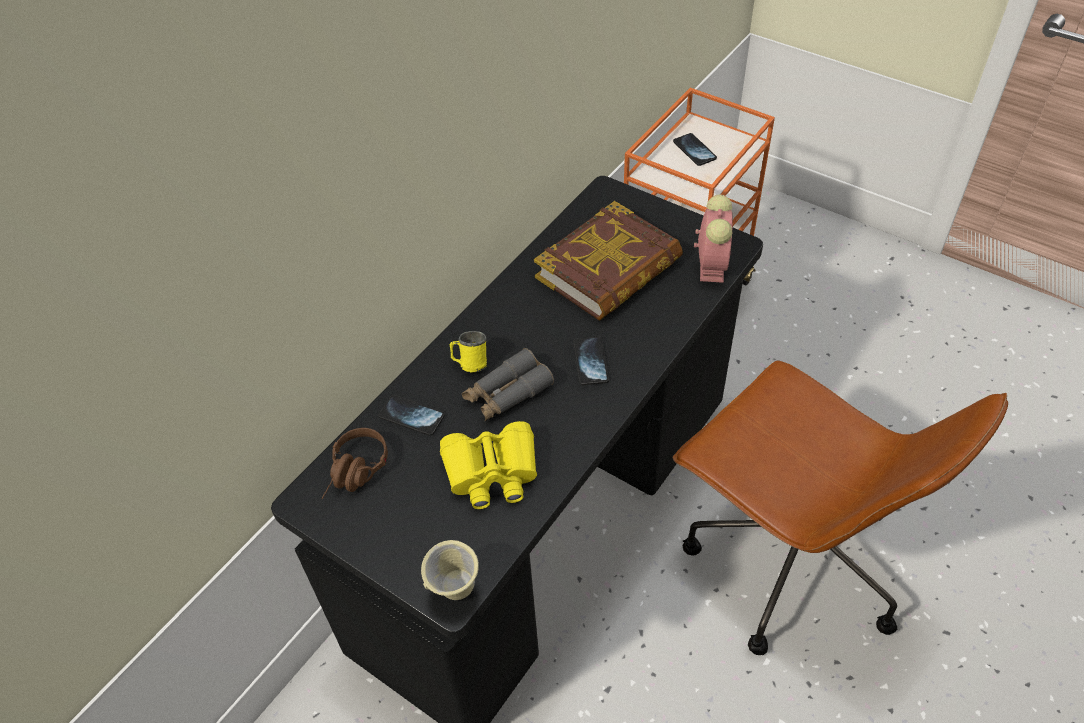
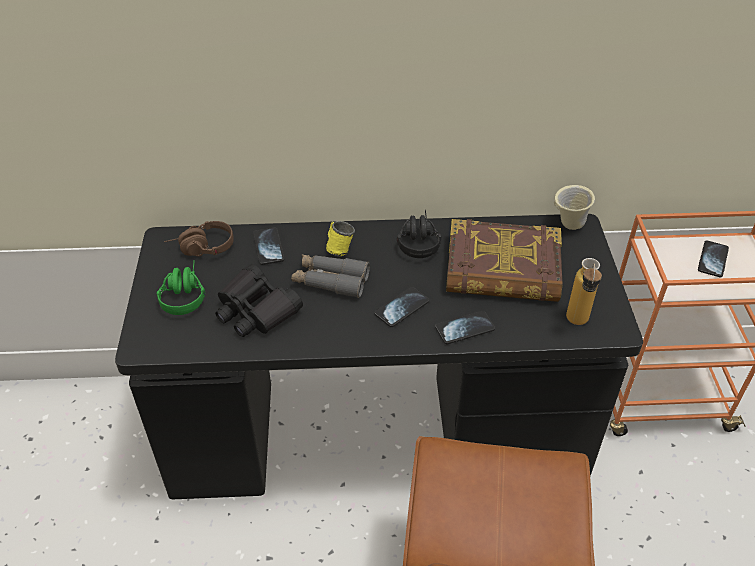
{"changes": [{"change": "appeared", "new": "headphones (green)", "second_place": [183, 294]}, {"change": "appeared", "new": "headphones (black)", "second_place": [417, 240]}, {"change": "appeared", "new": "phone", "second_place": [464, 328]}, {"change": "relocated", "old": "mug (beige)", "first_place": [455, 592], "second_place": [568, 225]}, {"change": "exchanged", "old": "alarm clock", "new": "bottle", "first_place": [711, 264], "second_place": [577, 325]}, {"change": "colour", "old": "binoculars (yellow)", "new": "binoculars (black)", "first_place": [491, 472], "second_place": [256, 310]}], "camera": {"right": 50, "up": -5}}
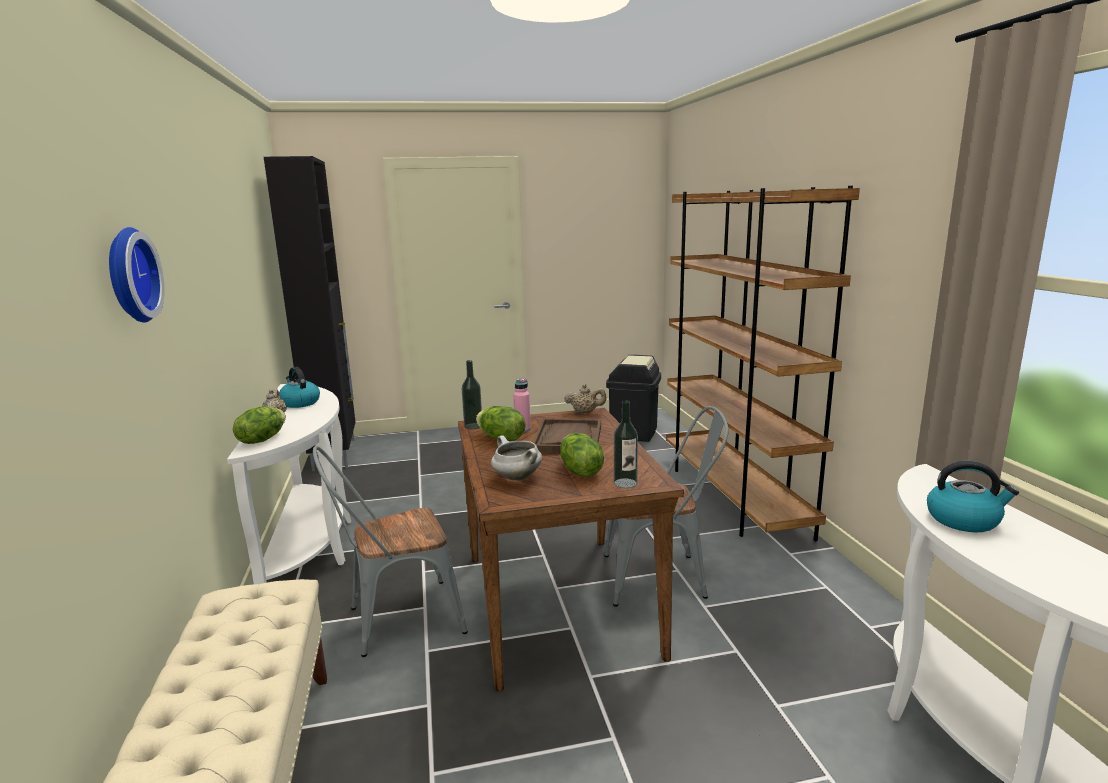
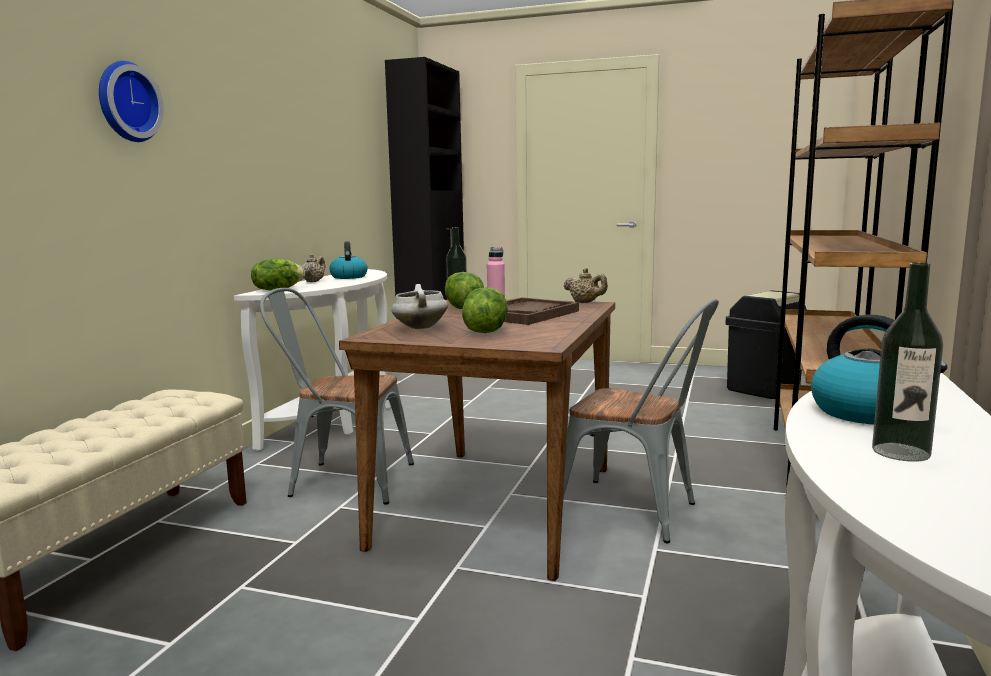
{"changes": [{"change": "relocated", "old": "bottle", "first_place": [625, 483], "second_place": [901, 452]}], "camera": {"right": 30, "up": -5}}
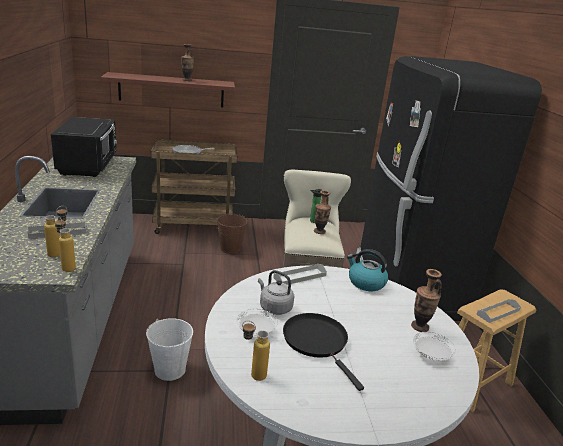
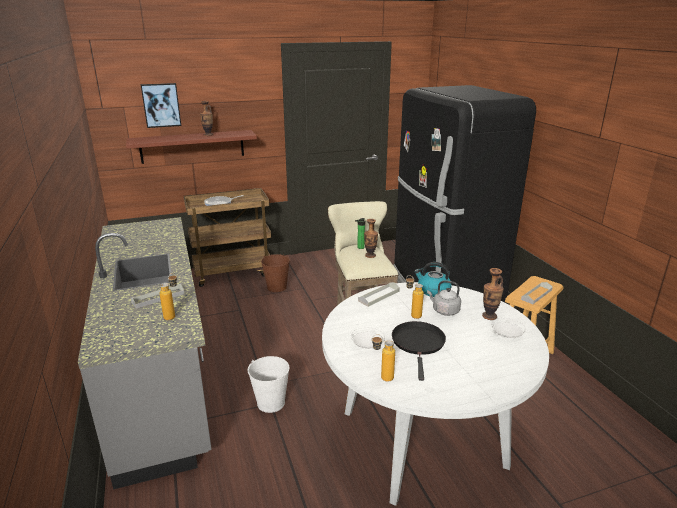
{"changes": [{"change": "missing", "old": "microwave (black)", "first_place": [89, 166]}, {"change": "appeared", "new": "picture", "second_place": [161, 105]}, {"change": "relocated", "old": "bottle", "first_place": [66, 266], "second_place": [412, 314]}, {"change": "relocated", "old": "kettle (grey)", "first_place": [274, 307], "second_place": [444, 311]}, {"change": "spun", "old": "frying pan (black)", "first_place": [317, 342], "second_place": [418, 344], "degrees": 45}], "camera": {"right": -10, "up": 0}}
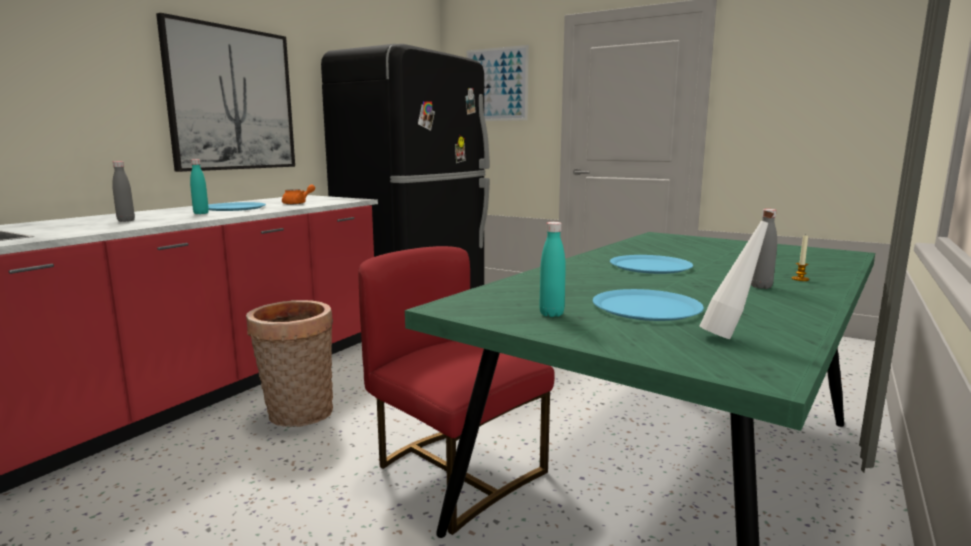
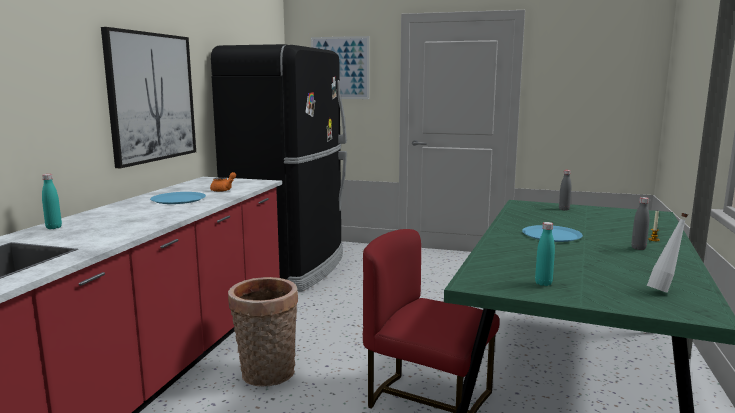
{"changes": [{"change": "missing", "old": "plate (blue)", "first_place": [646, 307]}, {"change": "relocated", "old": "bottle (grey)", "first_place": [126, 221], "second_place": [564, 209]}, {"change": "relocated", "old": "bottle (turquoise)", "first_place": [201, 213], "second_place": [54, 227]}], "camera": {"right": -15, "up": 0}}
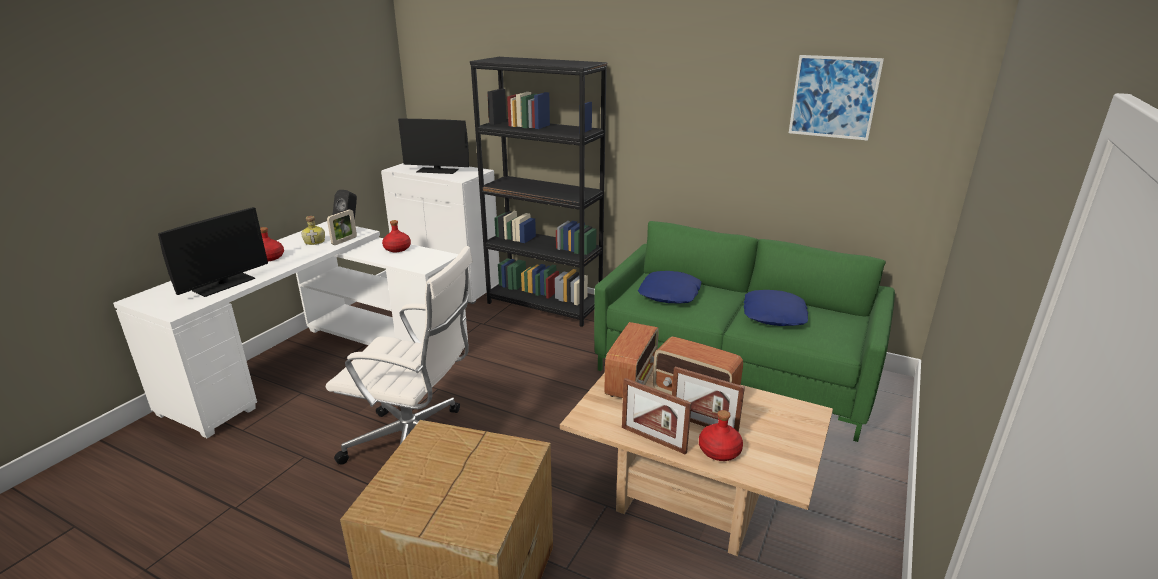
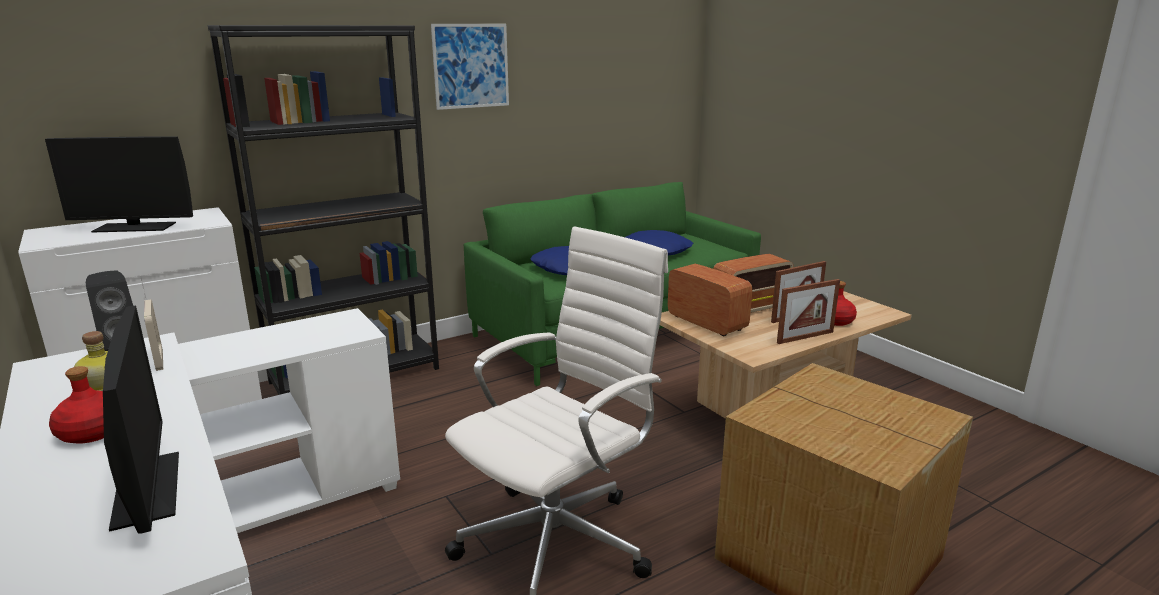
{"changes": [{"change": "missing", "old": "bottle (red)", "first_place": [397, 249]}, {"change": "relocated", "old": "picture", "first_place": [833, 97], "second_place": [471, 66]}, {"change": "spun", "old": "monitor", "first_place": [437, 170], "second_place": [134, 227], "degrees": 45}], "camera": {"right": -60, "up": -5}}
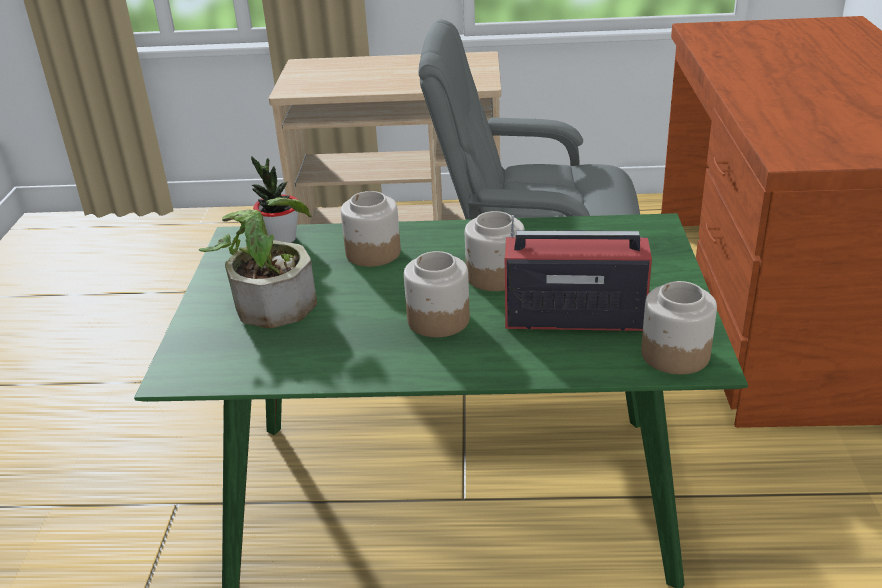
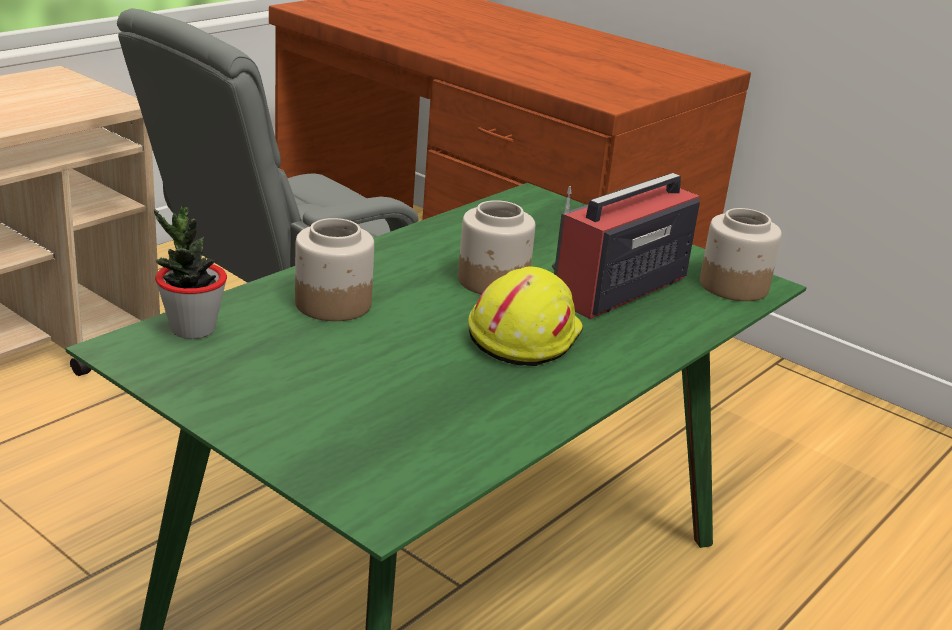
{"changes": [{"change": "missing", "old": "potted plant", "first_place": [271, 299]}, {"change": "exchanged", "old": "jar", "new": "hard hat (yellow)", "first_place": [437, 320], "second_place": [522, 336]}], "camera": {"right": -55, "up": -5}}
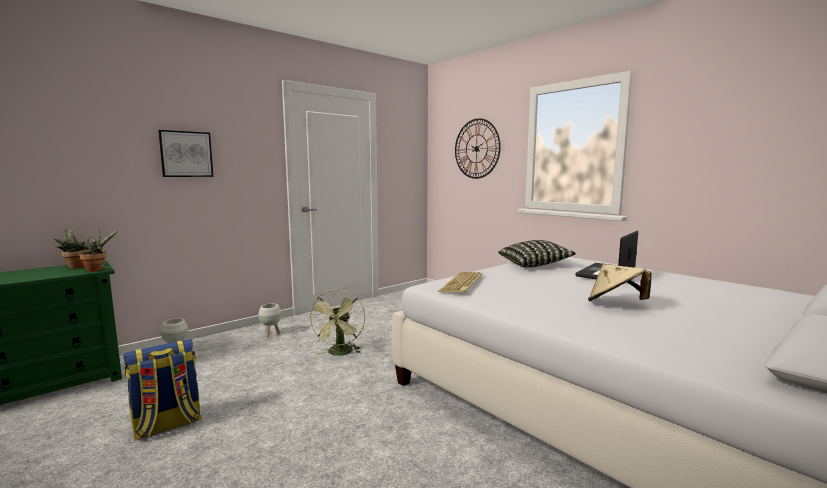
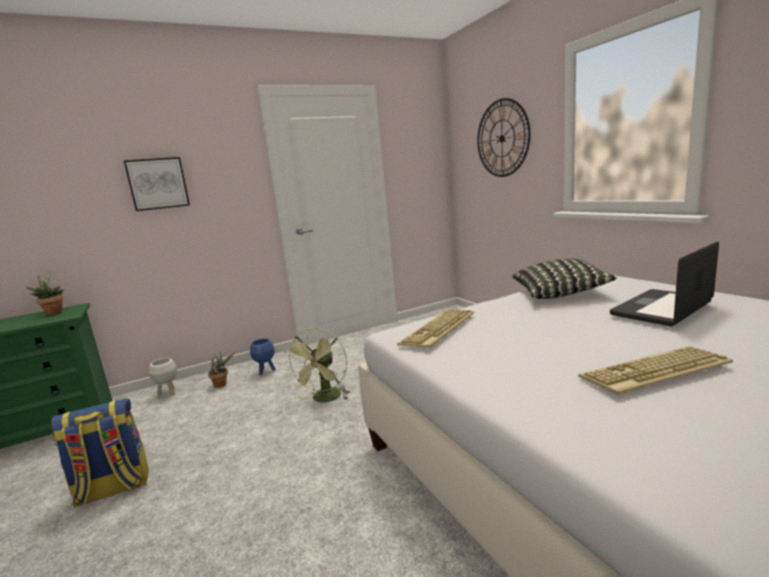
{"changes": [{"change": "relocated", "old": "potted plant", "first_place": [97, 270], "second_place": [222, 384]}, {"change": "exchanged", "old": "hat (beige)", "new": "keyboard", "first_place": [615, 303], "second_place": [655, 372]}, {"change": "colour", "old": "planter (white)", "new": "planter (blue)", "first_place": [271, 334], "second_place": [266, 371]}], "camera": {"right": 15, "up": 5}}
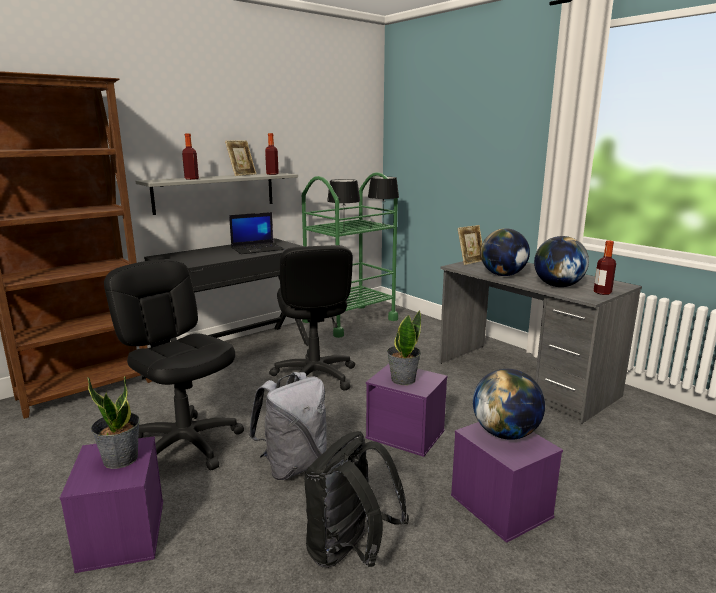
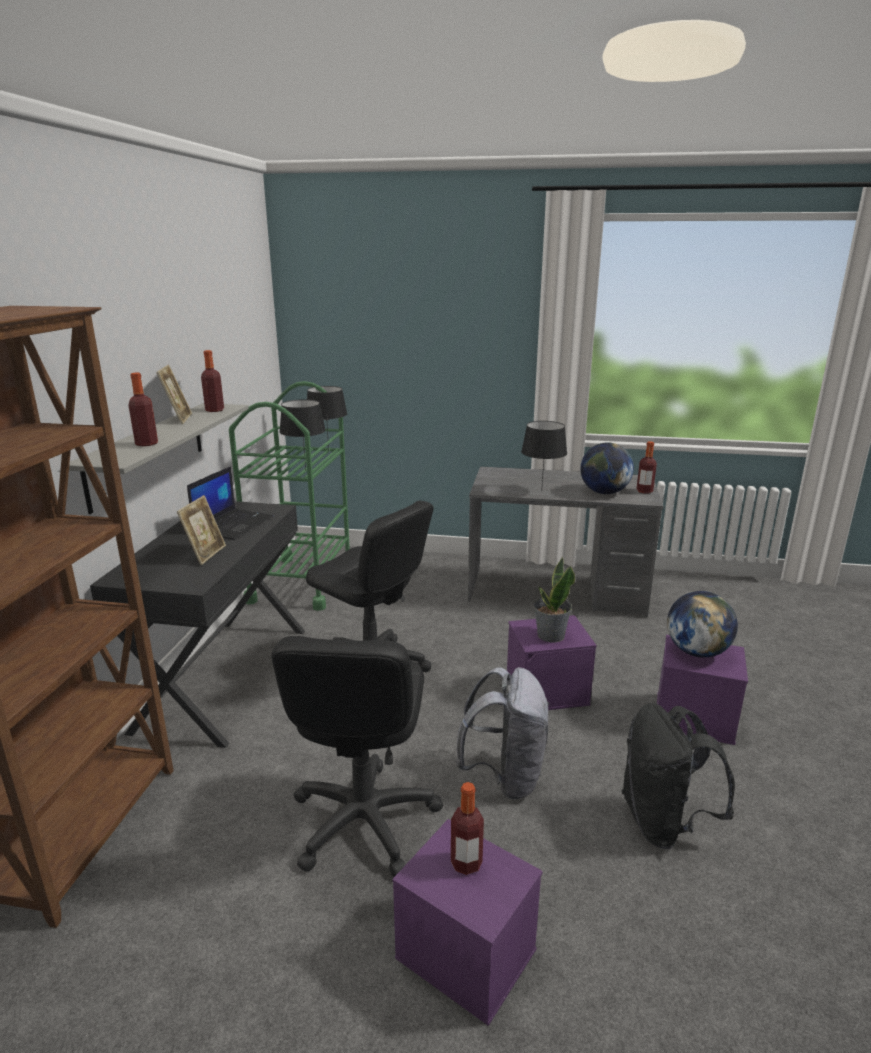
{"changes": [{"change": "relocated", "old": "picture frame", "first_place": [470, 261], "second_place": [206, 554]}, {"change": "exchanged", "old": "potted plant", "new": "bottle", "first_place": [120, 459], "second_place": [466, 863]}, {"change": "exchanged", "old": "globe", "new": "table lamp (black)", "first_place": [503, 275], "second_place": [542, 491]}, {"change": "spun", "old": "office chair (black)", "first_place": [186, 445], "second_place": [363, 821], "degrees": -90}], "camera": {"right": -40, "up": 5}}
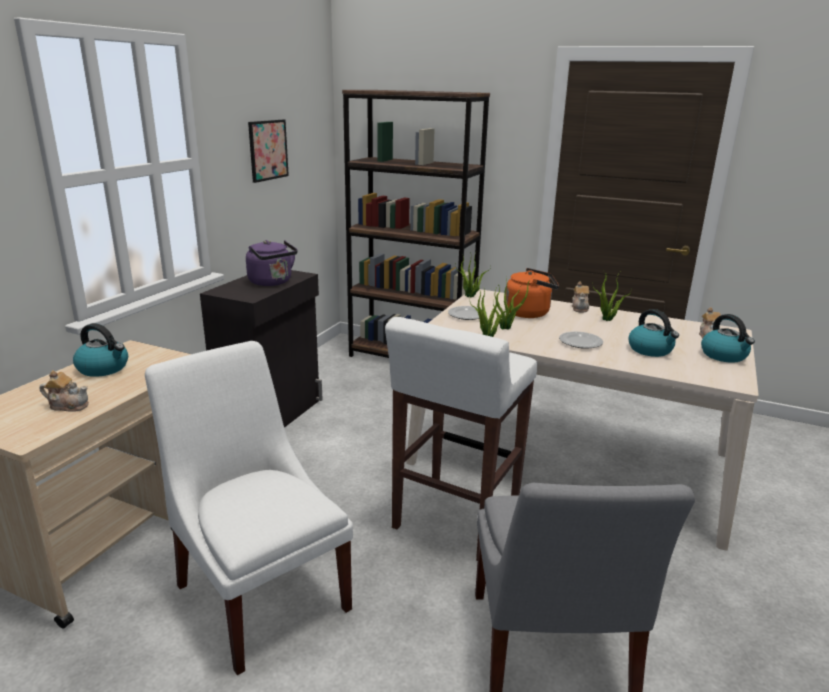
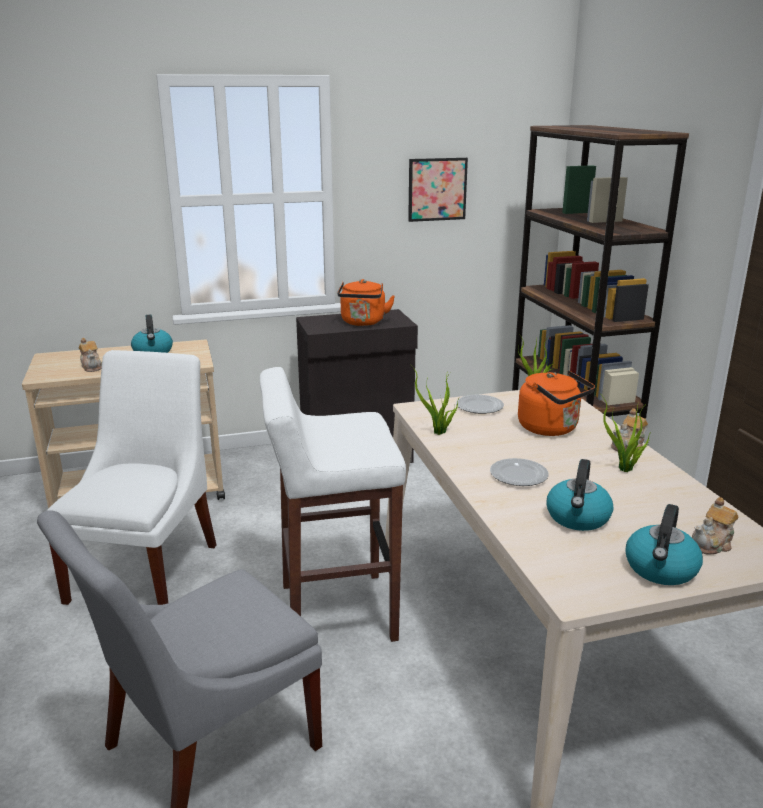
{"changes": [{"change": "missing", "old": "potted plant", "first_place": [507, 328]}, {"change": "colour", "old": "kettle (purple)", "new": "kettle (orange)", "first_place": [272, 282], "second_place": [363, 323]}], "camera": {"right": 50, "up": 0}}
